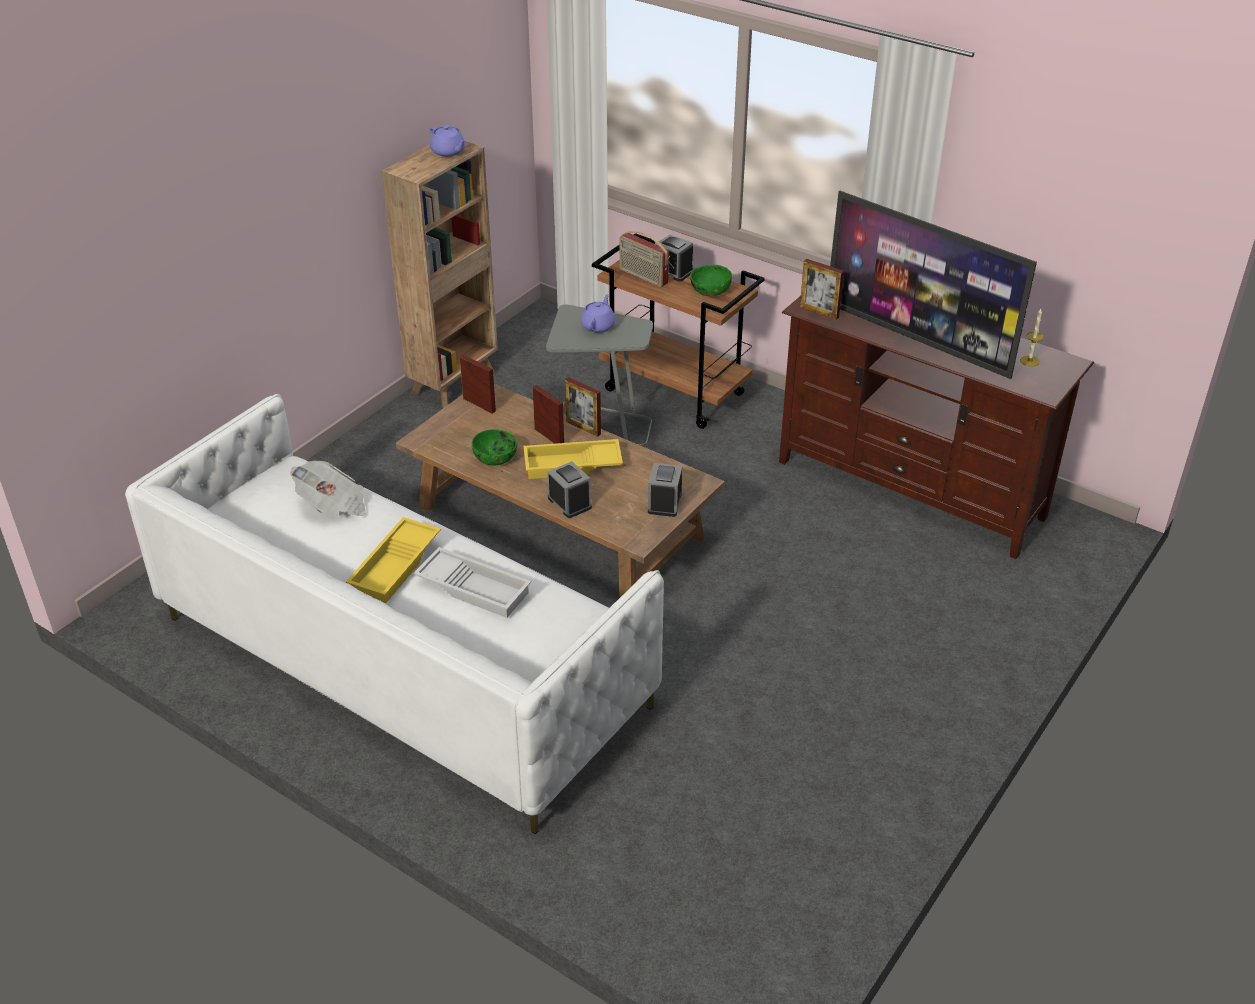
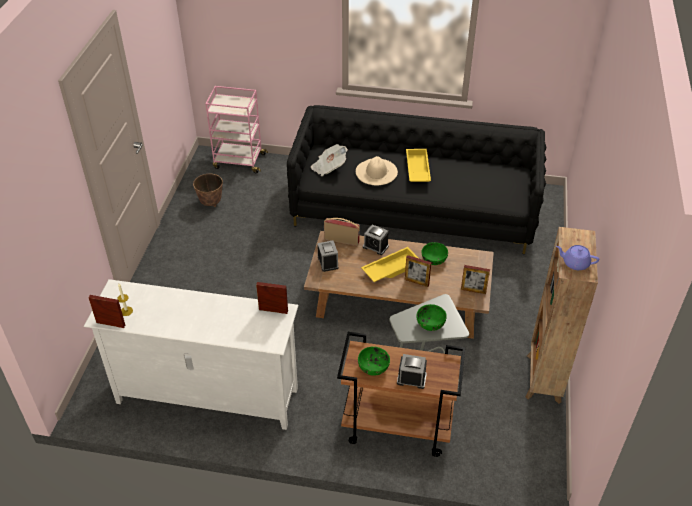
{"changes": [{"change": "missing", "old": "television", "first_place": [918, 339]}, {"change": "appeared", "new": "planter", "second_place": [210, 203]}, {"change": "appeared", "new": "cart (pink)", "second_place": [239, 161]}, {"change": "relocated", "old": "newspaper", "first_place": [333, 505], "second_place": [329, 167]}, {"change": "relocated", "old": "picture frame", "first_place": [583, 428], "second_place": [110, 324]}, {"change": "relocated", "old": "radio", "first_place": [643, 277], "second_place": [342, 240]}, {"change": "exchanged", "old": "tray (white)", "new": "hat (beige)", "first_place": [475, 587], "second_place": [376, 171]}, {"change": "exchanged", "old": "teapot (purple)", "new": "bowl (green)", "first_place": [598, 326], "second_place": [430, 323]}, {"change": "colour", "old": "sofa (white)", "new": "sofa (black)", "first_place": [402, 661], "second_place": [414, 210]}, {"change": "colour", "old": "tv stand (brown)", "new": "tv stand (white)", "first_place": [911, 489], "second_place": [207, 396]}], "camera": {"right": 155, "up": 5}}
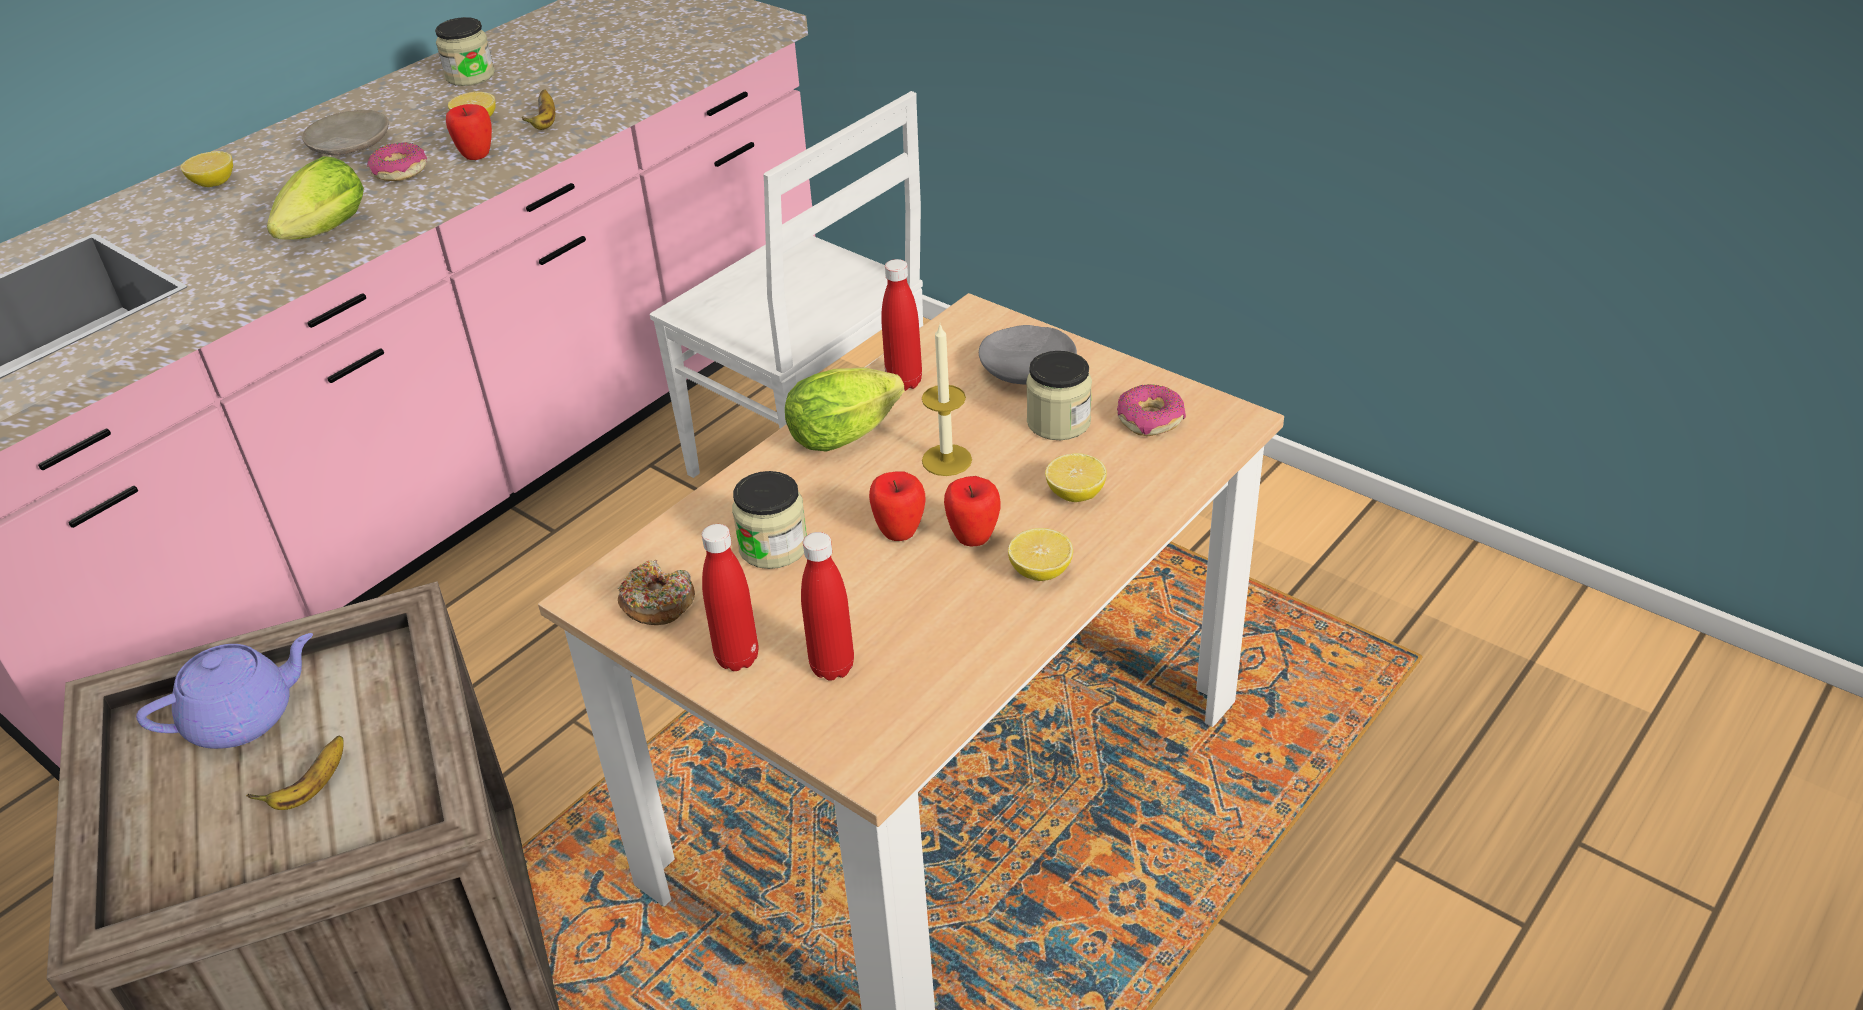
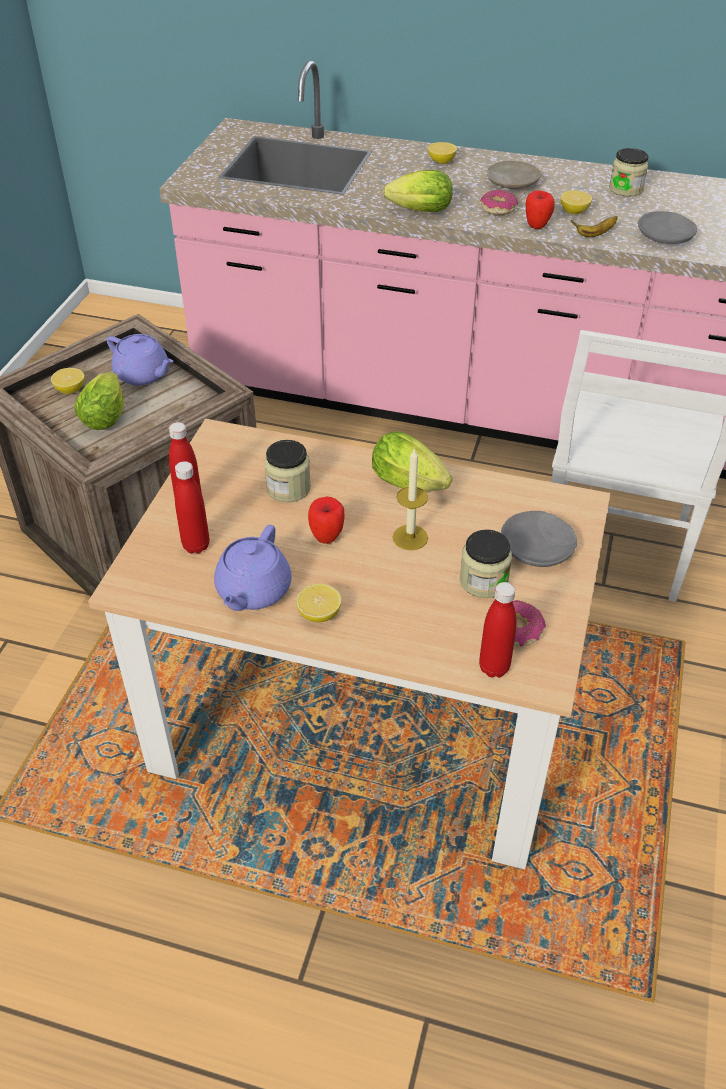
{"changes": [{"change": "missing", "old": "donut", "first_place": [658, 603]}, {"change": "missing", "old": "apple", "first_place": [973, 537]}, {"change": "appeared", "new": "teapot (purple)", "second_place": [253, 591]}, {"change": "appeared", "new": "plate (grey)", "second_place": [665, 237]}, {"change": "relocated", "old": "bottle (red)", "first_place": [904, 382], "second_place": [494, 667]}, {"change": "relocated", "old": "lemon", "first_place": [1075, 494], "second_place": [70, 389]}, {"change": "exchanged", "old": "banana", "new": "lettuce", "first_place": [311, 789], "second_place": [106, 415]}], "camera": {"right": 65, "up": 5}}
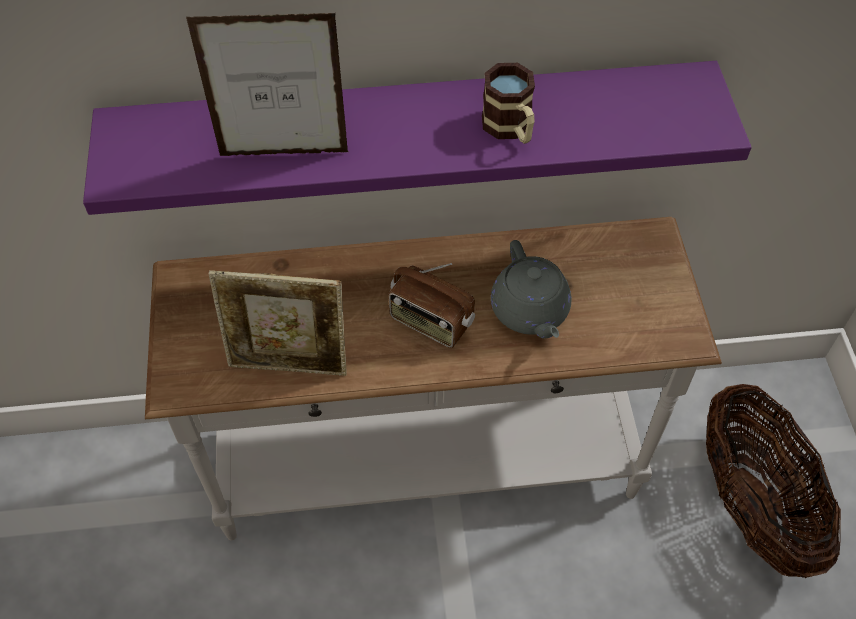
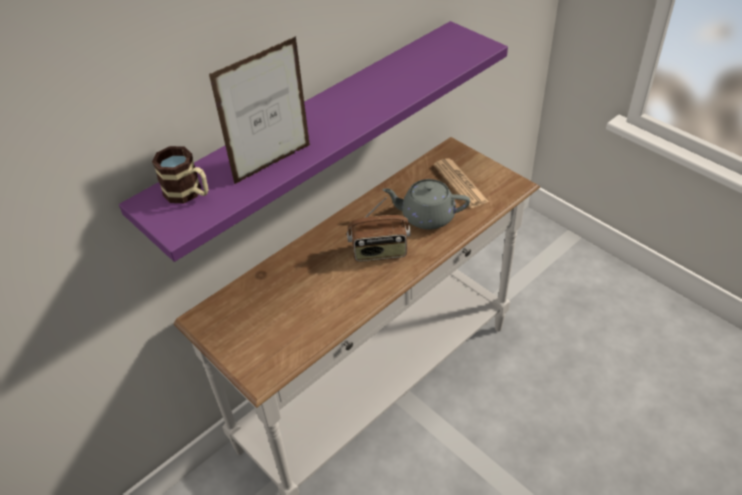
{"changes": [{"change": "missing", "old": "picture frame", "first_place": [289, 365]}, {"change": "missing", "old": "basket", "first_place": [752, 505]}, {"change": "appeared", "new": "newspaper", "second_place": [460, 183]}, {"change": "relocated", "old": "mug", "first_place": [510, 129], "second_place": [189, 193]}, {"change": "spun", "old": "teapot (grey)", "first_place": [530, 311], "second_place": [426, 216], "degrees": 150}], "camera": {"right": -35, "up": -10}}
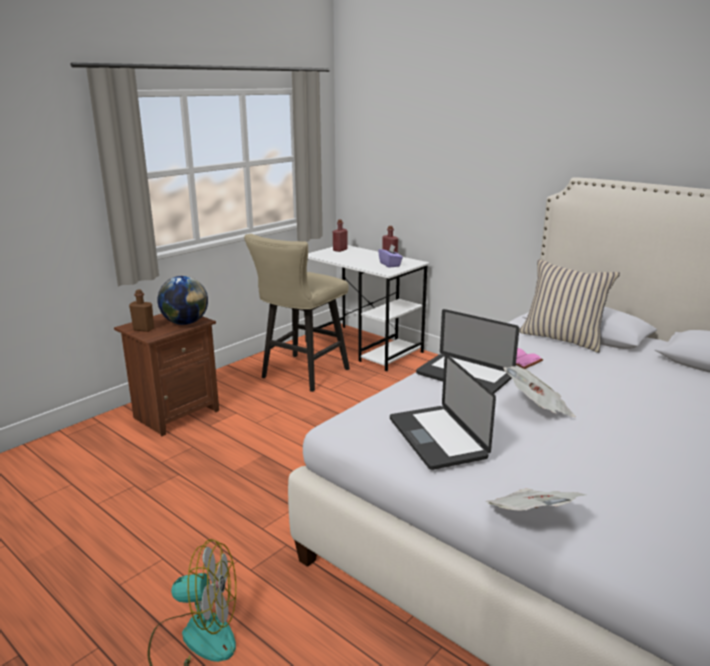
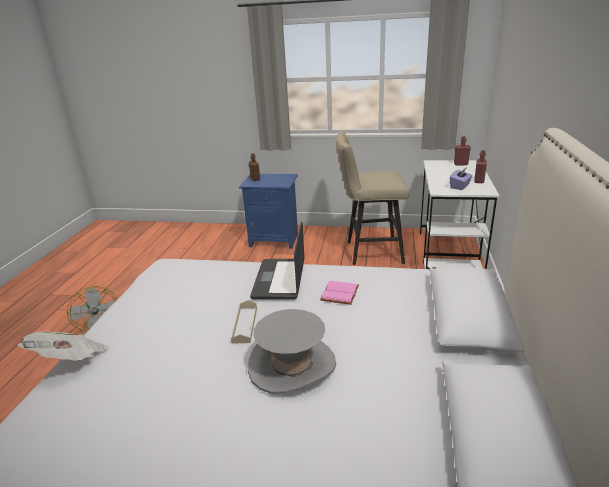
{"changes": [{"change": "missing", "old": "globe", "first_place": [185, 323]}, {"change": "missing", "old": "laptop", "first_place": [437, 438]}, {"change": "missing", "old": "pillow (beige)", "first_place": [562, 338]}, {"change": "appeared", "new": "hat (grey)", "second_place": [292, 364]}, {"change": "exchanged", "old": "newspaper", "new": "tray (beige)", "first_place": [537, 408], "second_place": [245, 324]}, {"change": "colour", "old": "nightstand (brown)", "new": "nightstand (blue)", "first_place": [175, 414], "second_place": [274, 239]}], "camera": {"right": 60, "up": 5}}
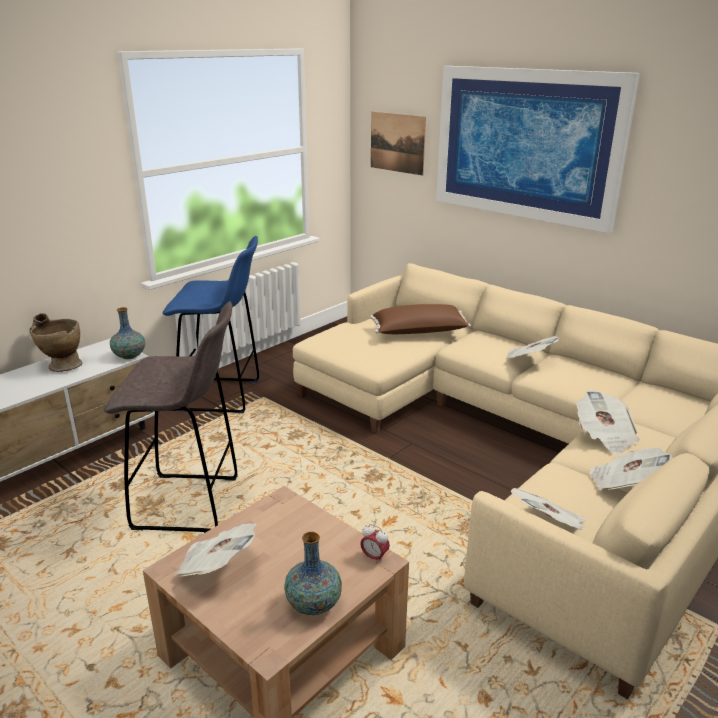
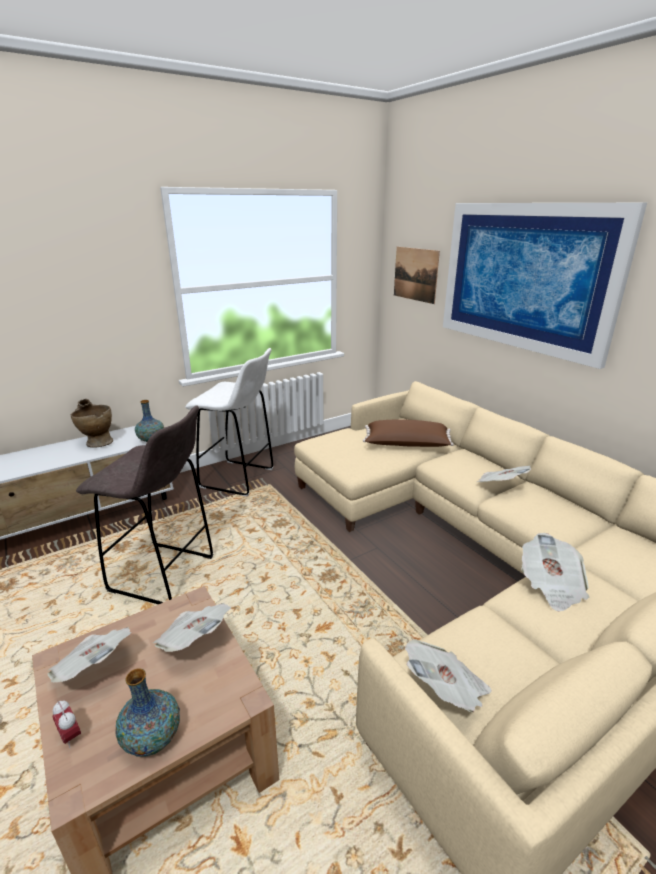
{"changes": [{"change": "relocated", "old": "alarm clock", "first_place": [374, 557], "second_place": [71, 736]}, {"change": "relocated", "old": "newspaper", "first_place": [624, 484], "second_place": [194, 640]}, {"change": "colour", "old": "stool (blue)", "new": "stool (white)", "first_place": [223, 395], "second_place": [239, 478]}], "camera": {"right": 15, "up": 0}}
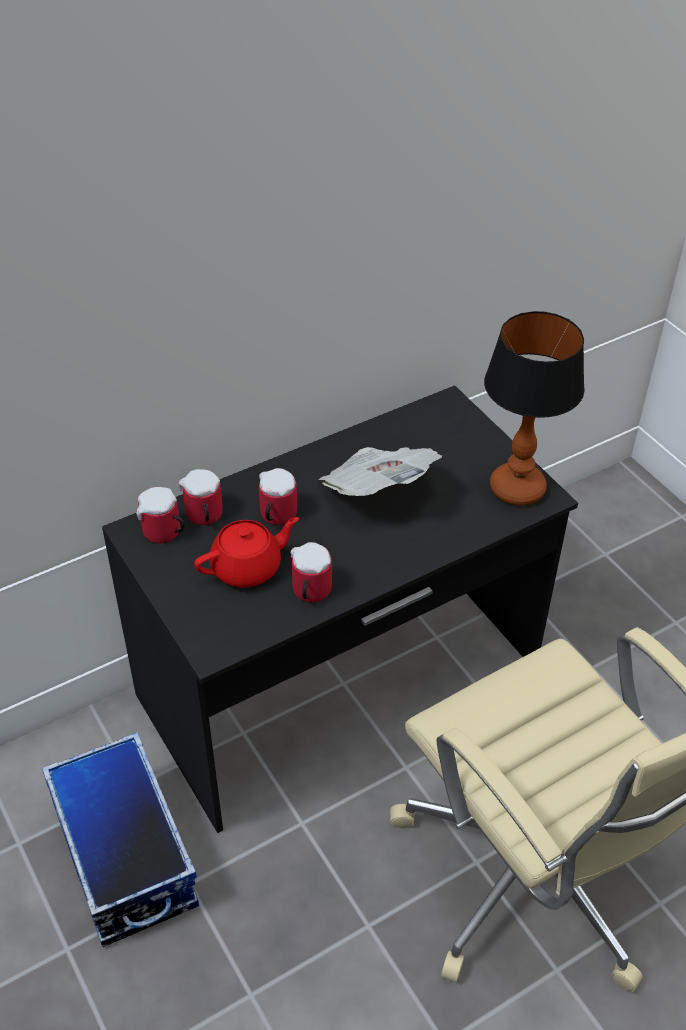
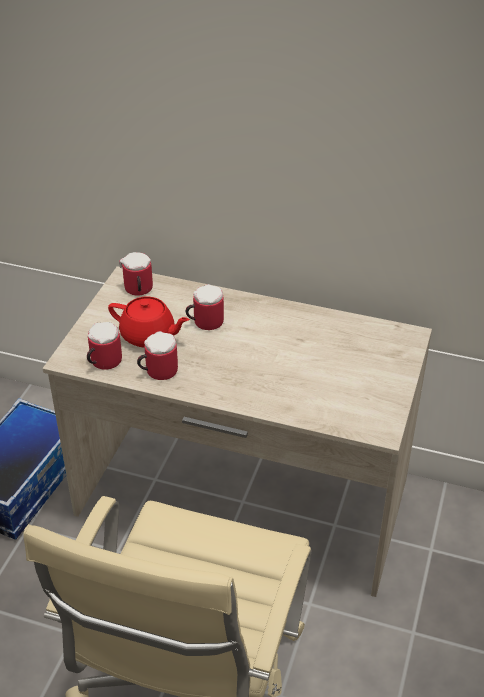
{"changes": [{"change": "missing", "old": "newspaper", "first_place": [378, 491]}, {"change": "missing", "old": "table lamp", "first_place": [517, 487]}, {"change": "relocated", "old": "mug", "first_place": [203, 517], "second_place": [102, 362]}, {"change": "colour", "old": "desk (black)", "new": "desk (beige)", "first_place": [341, 682], "second_place": [242, 500]}], "camera": {"right": 50, "up": -5}}
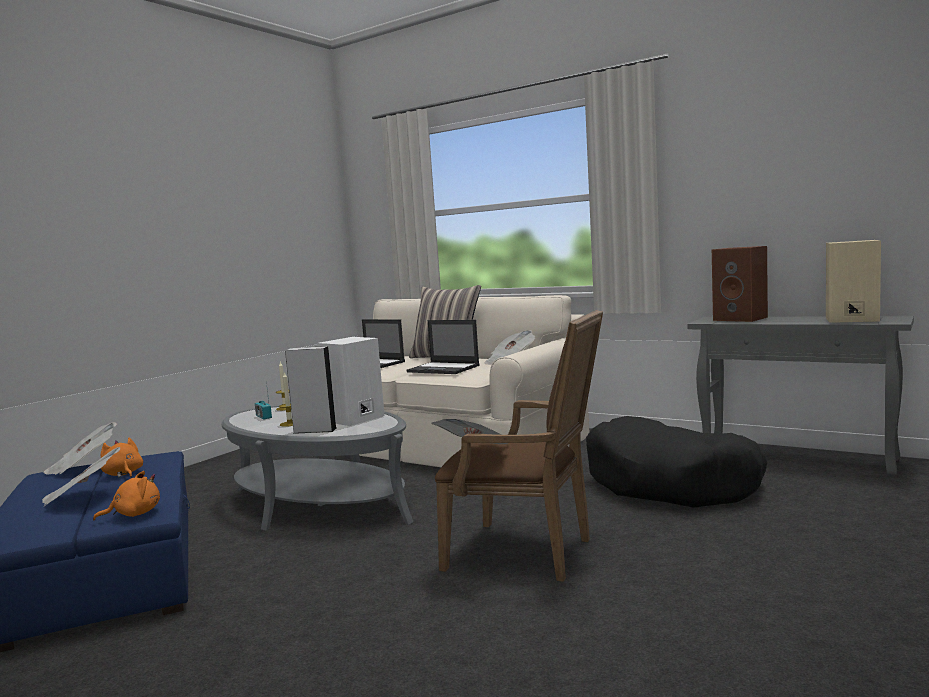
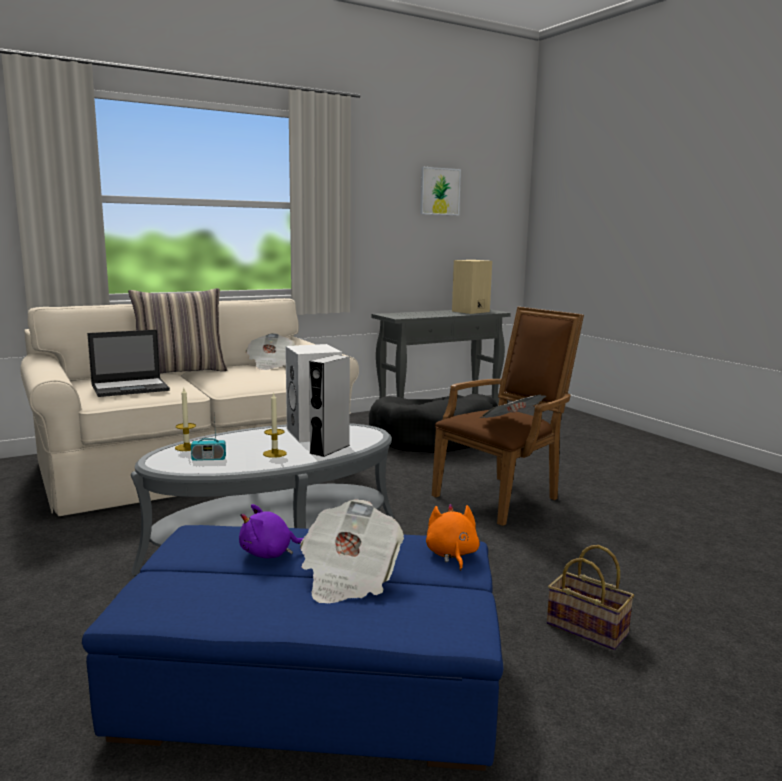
{"changes": [{"change": "missing", "old": "newspaper", "first_place": [83, 467]}, {"change": "missing", "old": "laptop", "first_place": [444, 369]}, {"change": "missing", "old": "speaker (brown)", "first_place": [741, 319]}, {"change": "appeared", "new": "picture", "second_place": [439, 191]}, {"change": "appeared", "new": "basket", "second_place": [589, 629]}, {"change": "colour", "old": "plush toy (orange)", "new": "plush toy (purple)", "first_place": [123, 474], "second_place": [270, 553]}], "camera": {"right": -65, "up": 5}}
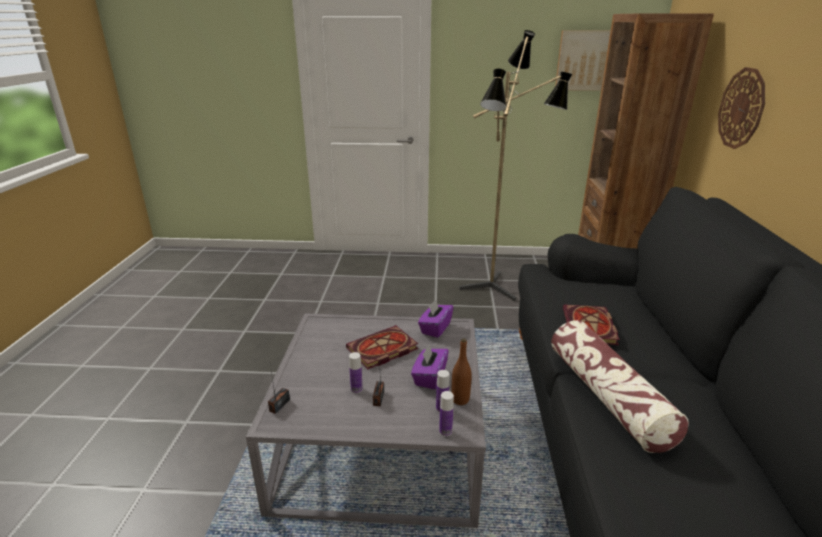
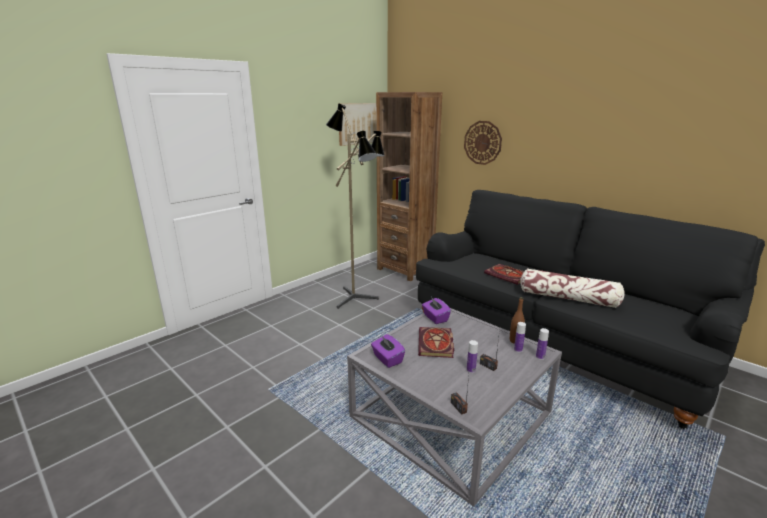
{"changes": [{"change": "relocated", "old": "tissue box (purple)", "first_place": [429, 377], "second_place": [387, 359]}], "camera": {"right": -50, "up": -5}}
